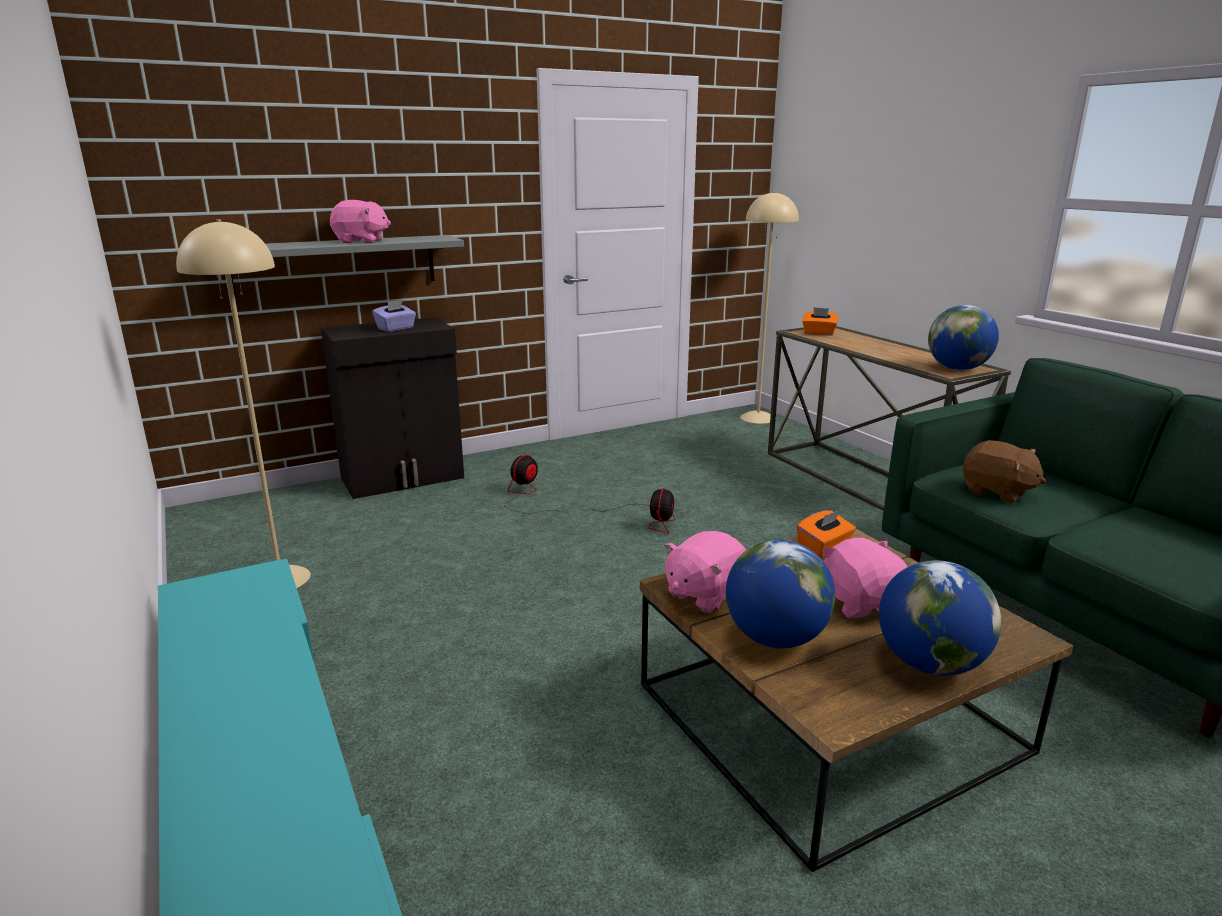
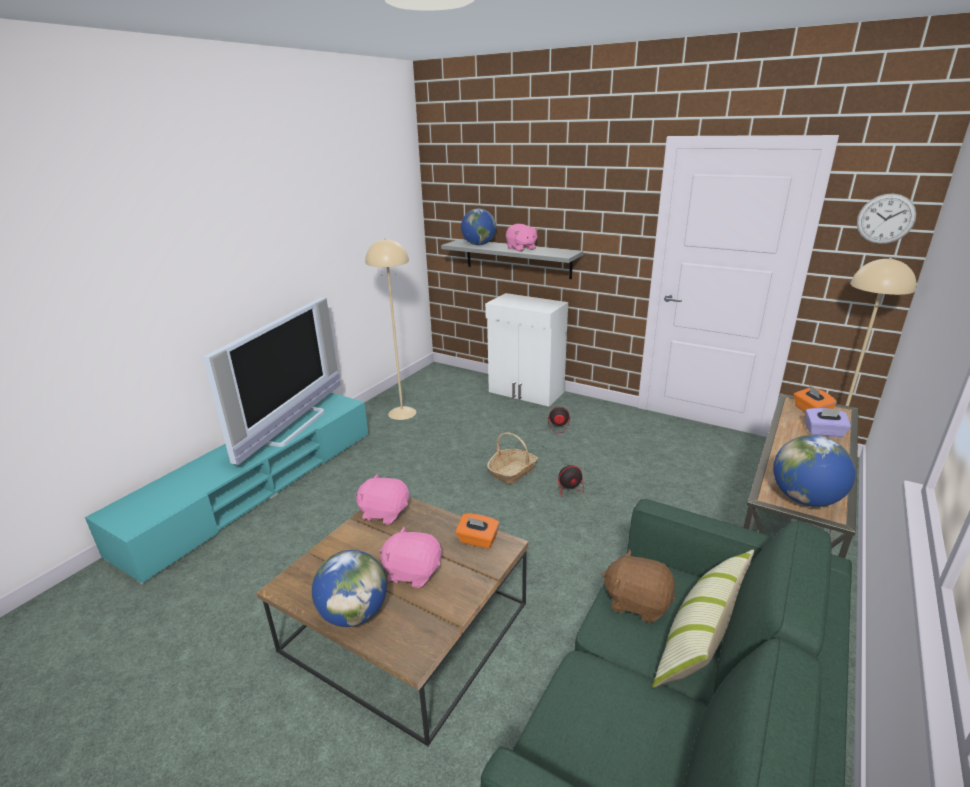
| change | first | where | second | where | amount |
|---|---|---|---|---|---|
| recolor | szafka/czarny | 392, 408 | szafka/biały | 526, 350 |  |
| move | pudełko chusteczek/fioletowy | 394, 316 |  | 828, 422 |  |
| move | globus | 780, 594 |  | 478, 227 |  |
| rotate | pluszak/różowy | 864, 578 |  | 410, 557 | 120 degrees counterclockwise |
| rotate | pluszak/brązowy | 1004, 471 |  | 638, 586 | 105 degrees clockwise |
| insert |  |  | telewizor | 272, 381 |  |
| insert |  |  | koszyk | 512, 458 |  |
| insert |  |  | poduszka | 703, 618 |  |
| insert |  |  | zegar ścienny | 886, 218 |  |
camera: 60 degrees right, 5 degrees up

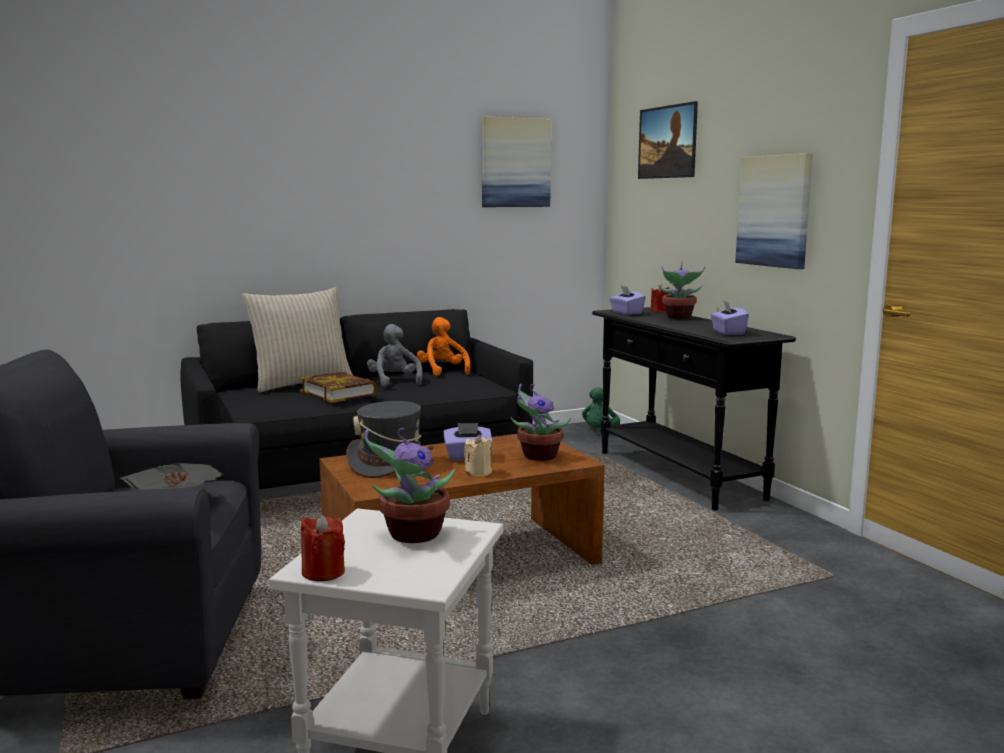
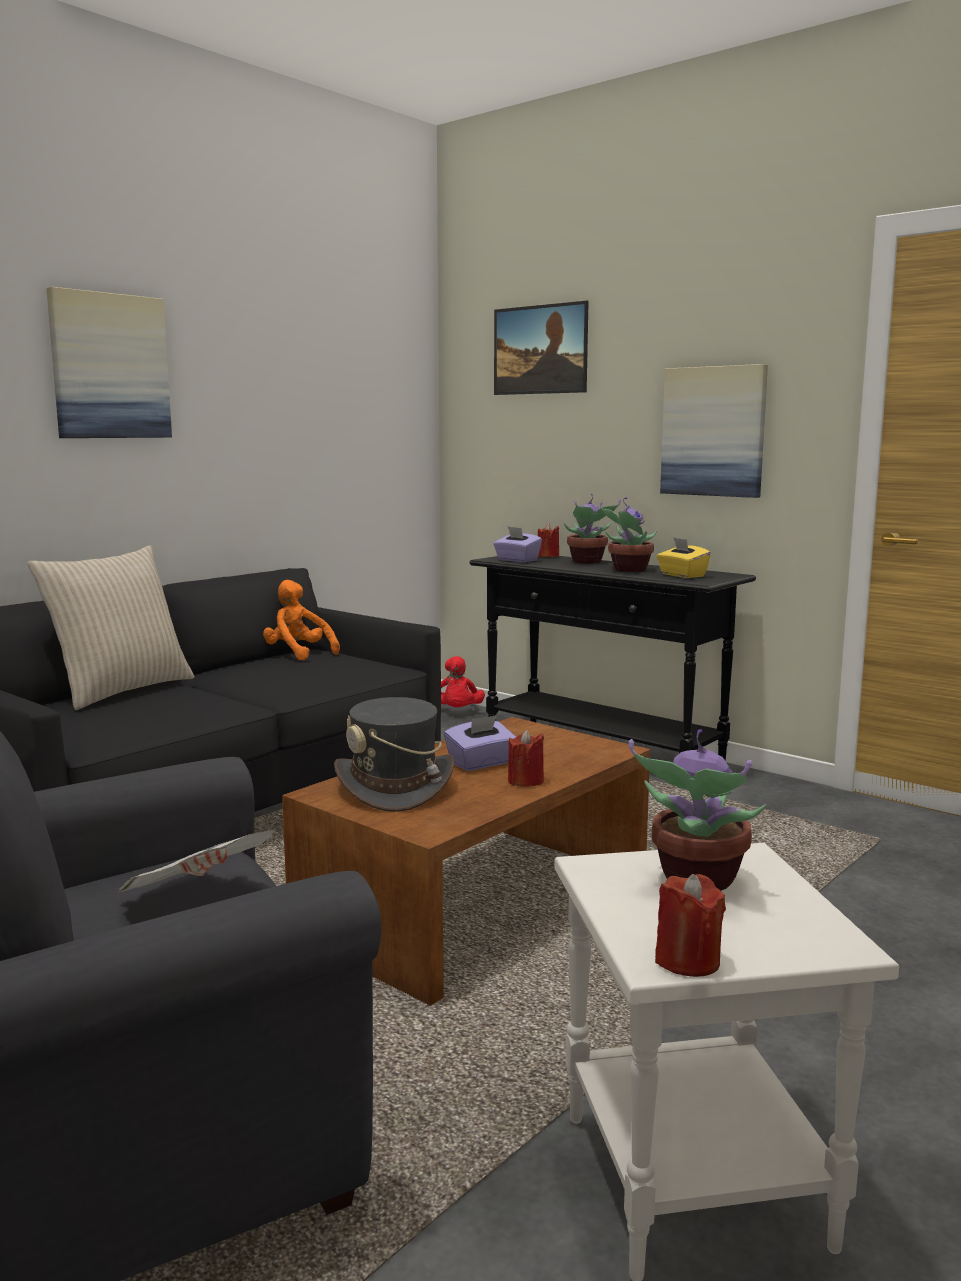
| change | first | where | second | where | amount |
|---|---|---|---|---|---|
| delete | książka | 338, 387 |  |  |  |
| delete | pluszak/szary | 395, 355 |  |  |  |
| recolor | świeca/beżowy | 478, 455 | świeca/czerwony | 526, 758 |  |
| move | obraz | 516, 161 |  | 109, 362 |  |
| move | roślina doniczkowa | 541, 422 |  | 628, 534 |  |
| recolor | pluszak/zielony | 601, 407 | pluszak/czerwony | 463, 681 |  |
| recolor | pudełko chusteczek/fioletowy | 729, 317 | pudełko chusteczek/żółty | 684, 557 |  |
camera: 25 degrees left, 0 degrees up

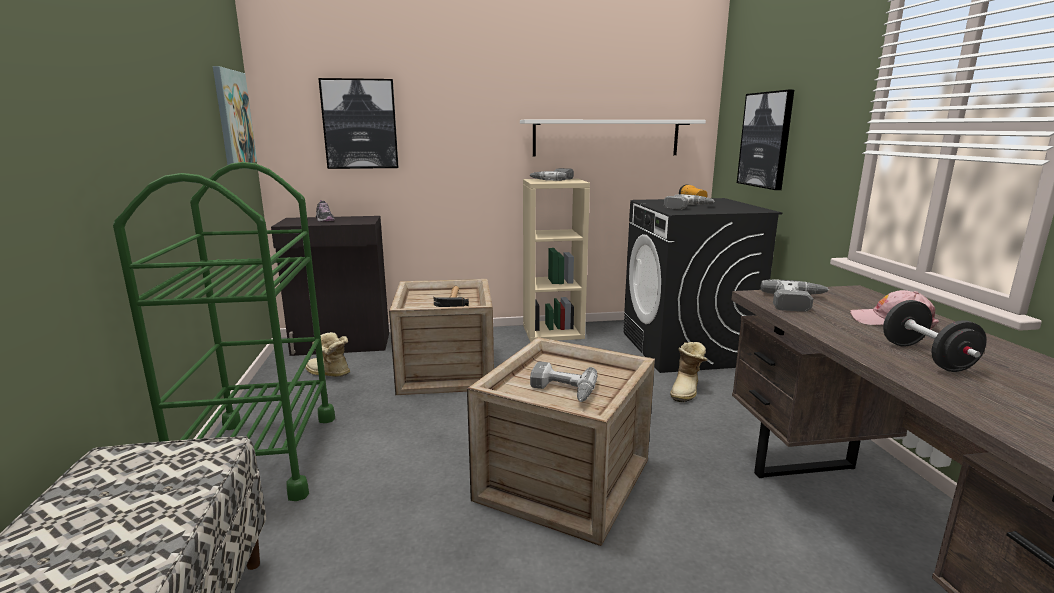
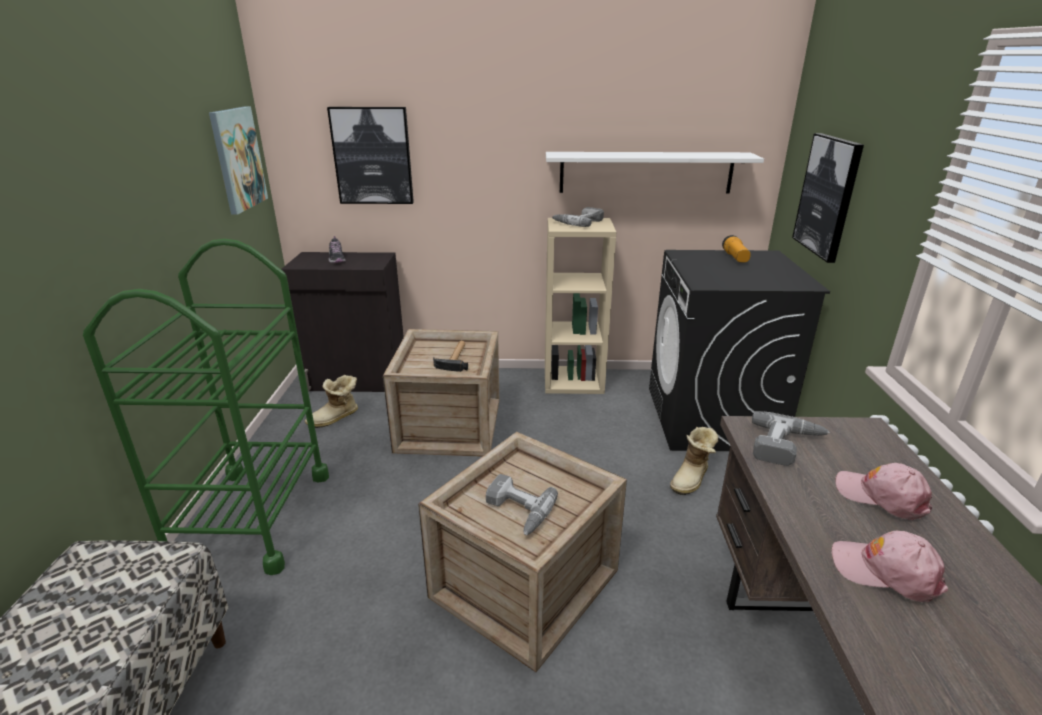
| change | first | where | second | where | amount |
|---|---|---|---|---|---|
| rotate | but z cholewką | 327, 354 |  | 331, 401 | 75 degrees counterclockwise |
| delete | wiertarka | 689, 201 |  |  |  |
| replace | hantel/czarny | 935, 336 | czapka z daszkiem/różowy | 889, 566 |  |
camera: 10 degrees right, 10 degrees up

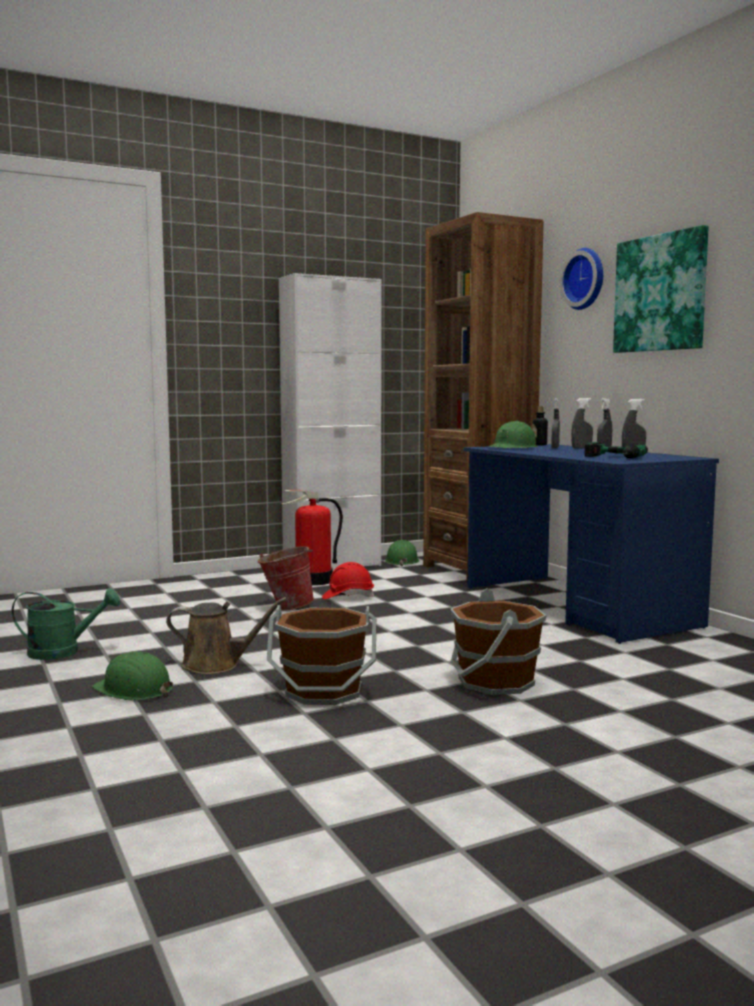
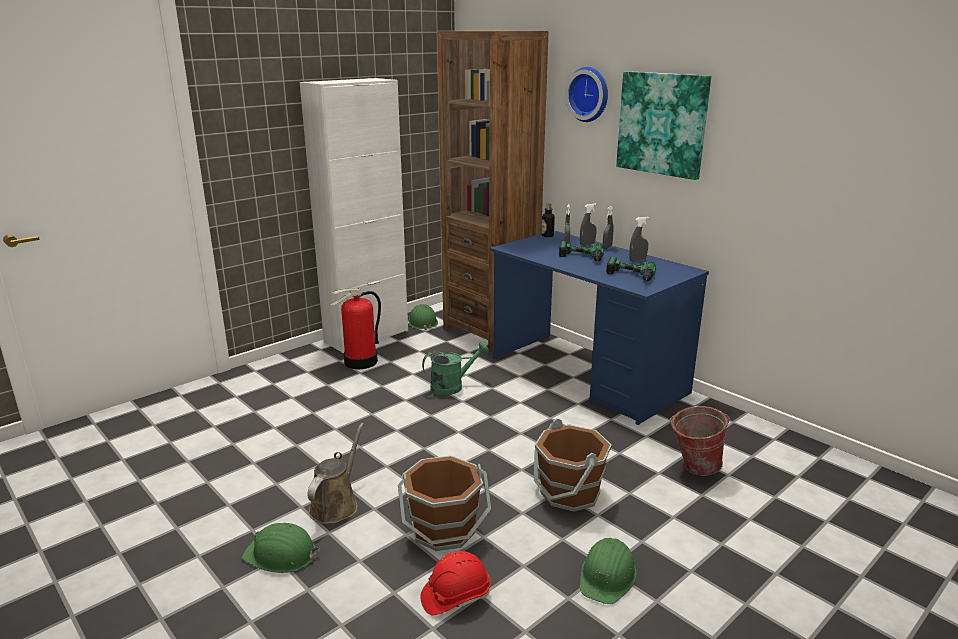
| change | first | where | second | where | amount |
|---|---|---|---|---|---|
| move | konewka/zielony | 66, 624 |  | 455, 368 |  |
| rotate | konewka/brązowy | 226, 635 |  | 336, 473 | 60 degrees counterclockwise |
| move | wiadro | 286, 578 |  | 699, 441 |  |
| move | kask/czerwony | 348, 580 |  | 455, 583 |  |
| move | kask/zielony | 513, 434 |  | 608, 571 |  |
| insert |  |  | wiertarka | 581, 252 |  |
camera: 15 degrees left, 15 degrees up

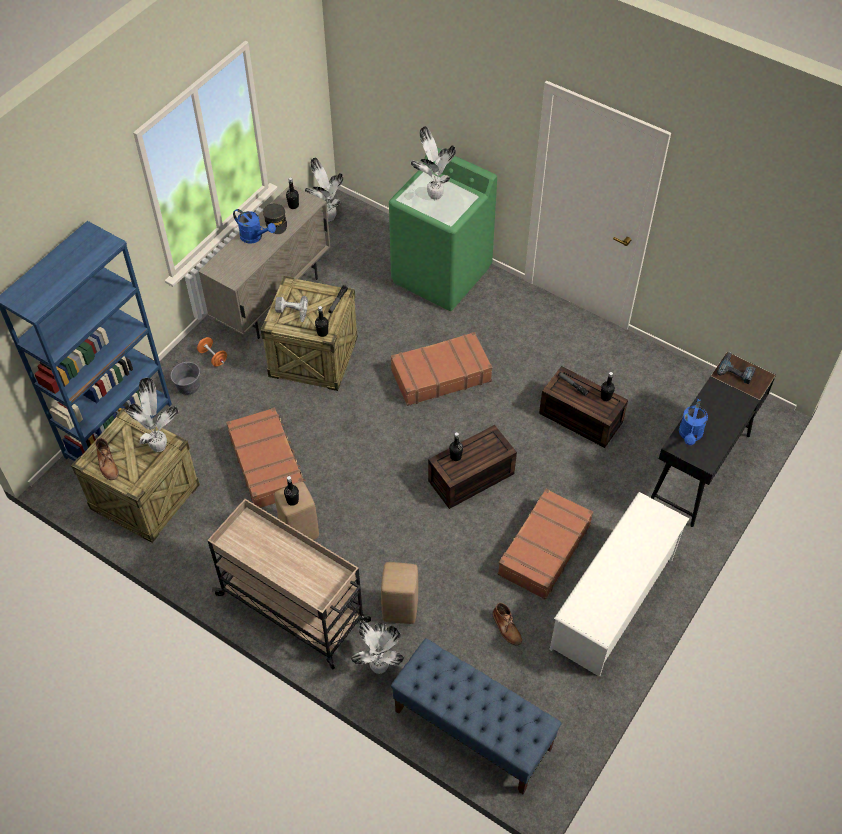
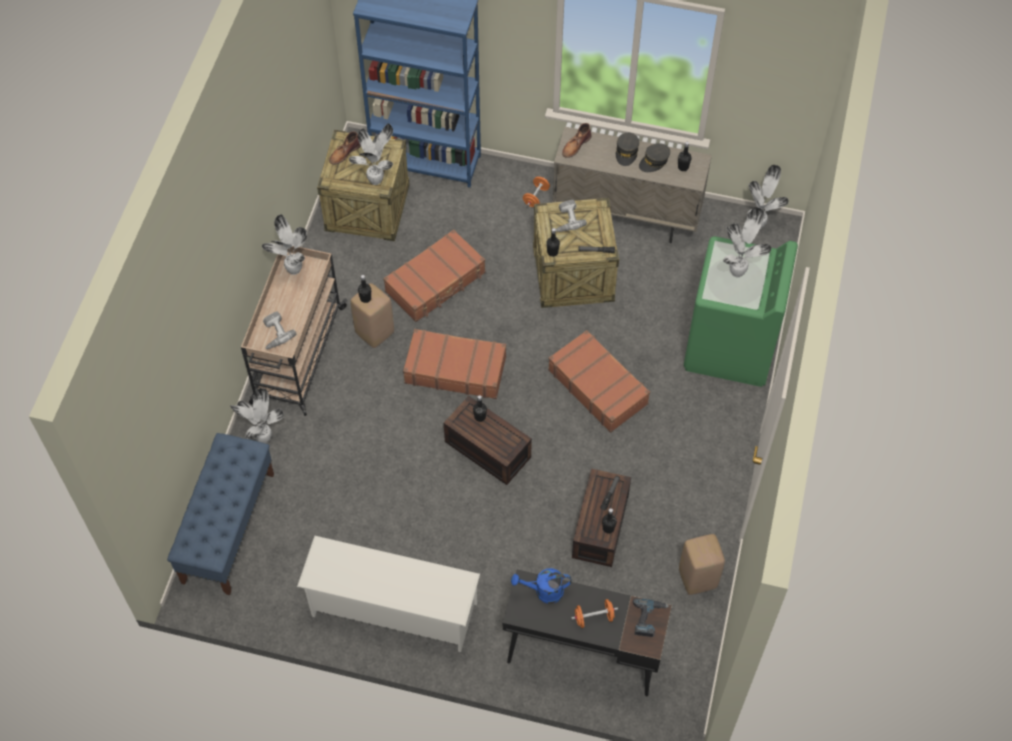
| change | first | where | second | where | amount |
|---|---|---|---|---|---|
| delete | wiadro/szary | 185, 378 |  |  |  |
| replace | konewka/niebieski | 254, 226 | czapka z daszkiem/szary | 627, 149 |  |
| move | stołek/beżowy | 399, 593 |  | 702, 564 |  |
| move | but z cholewką/brązowy | 507, 624 |  | 576, 140 |  |
| move | walizka/brązowy | 545, 544 |  | 454, 364 |  |
| insert |  |  | roślina doniczkowa | 284, 244 |  |
| insert |  |  | wiertarka | 279, 330 |  |
| insert |  |  | hantel/pomarańczowy | 594, 613 |  |
camera: 70 degrees right, 5 degrees up

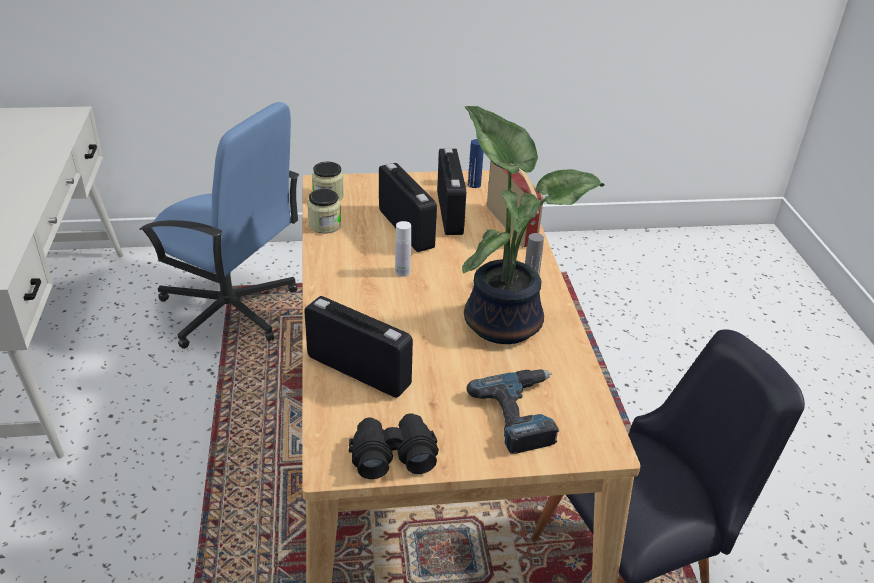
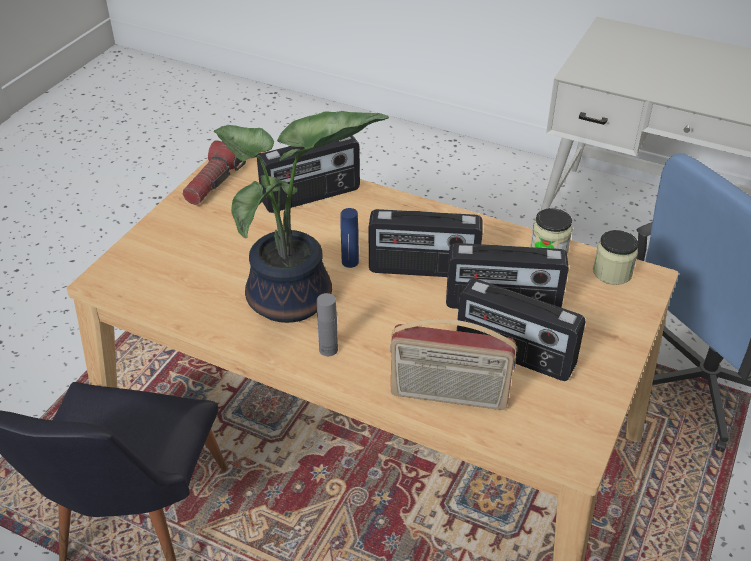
| change | first | where | second | where | amount |
|---|---|---|---|---|---|
| replace | lornetka/czarny | 394, 446 | latarka | 214, 172 |  |
| replace | butelka/biały | 403, 249 | radio | 426, 243 |  |
| delete | wiertarka | 513, 411 |  |  |  |
| move | butelka/niebieski | 475, 163 |  | 350, 238 |  |
camera: 125 degrees right, 5 degrees up

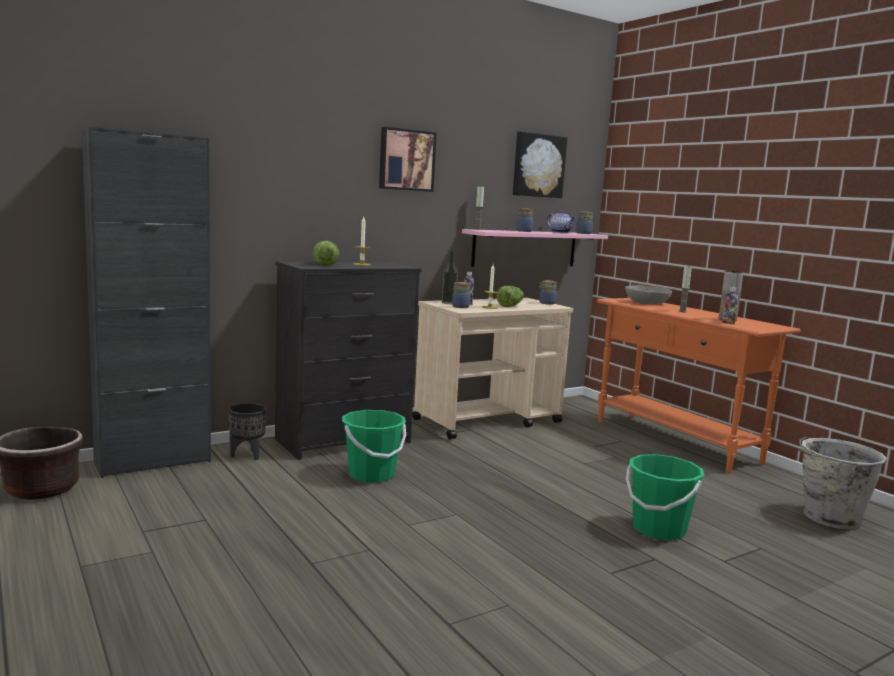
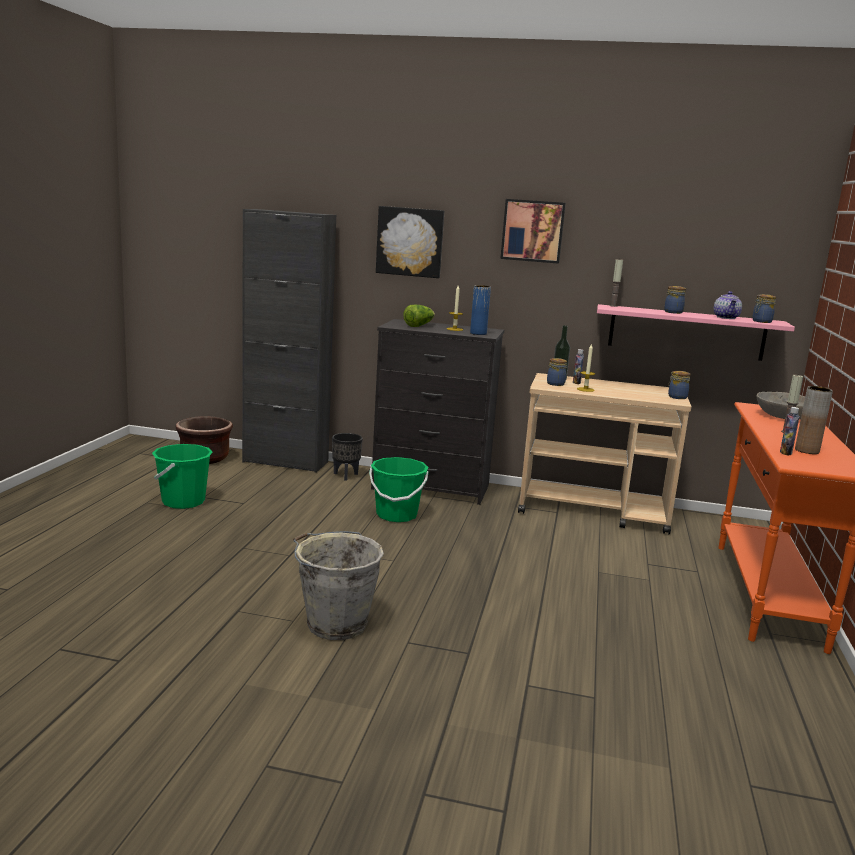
| change | first | where | second | where | amount |
|---|---|---|---|---|---|
| delete | sałata | 510, 296 |  |  |  |
| move | obraz | 540, 164 |  | 410, 242 |  |
| move | wiadro/zielony | 665, 497 |  | 182, 476 |  |
| move | wiadro/szary | 842, 483 |  | 338, 585 |  |
| insert |  |  | wazon/niebieski | 480, 310 |  |
camera: 45 degrees right, 5 degrees up

